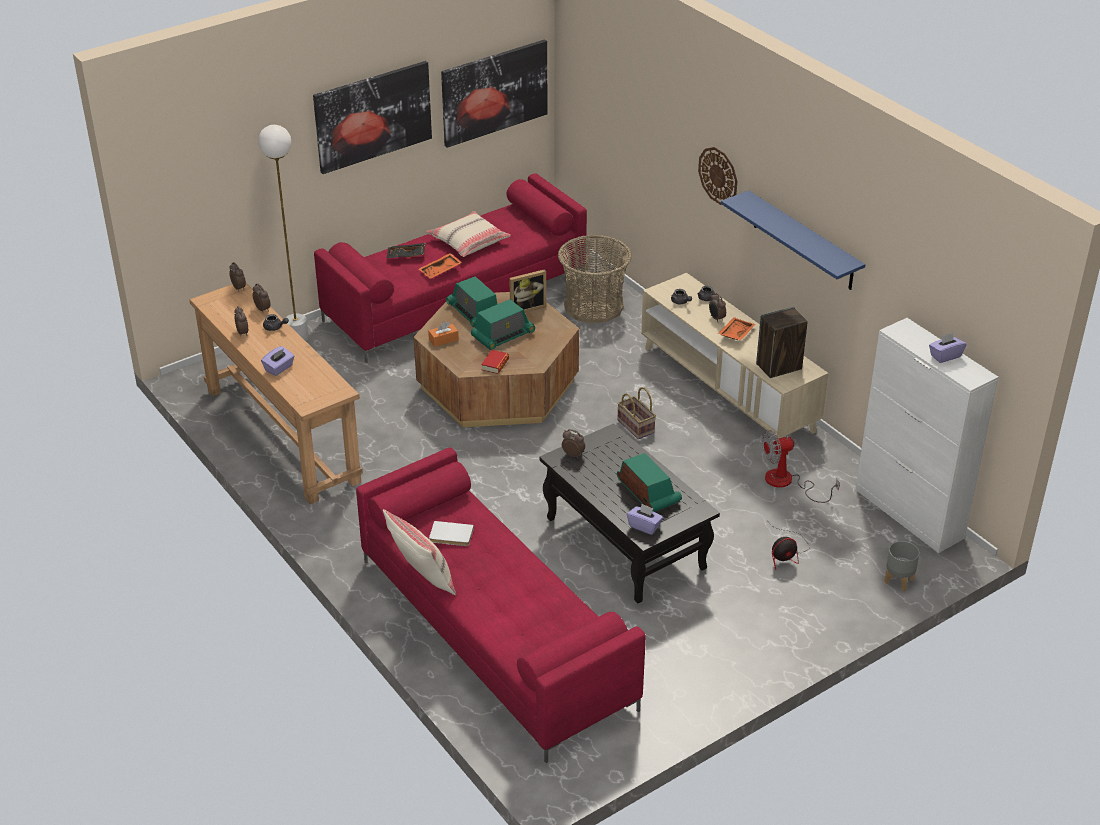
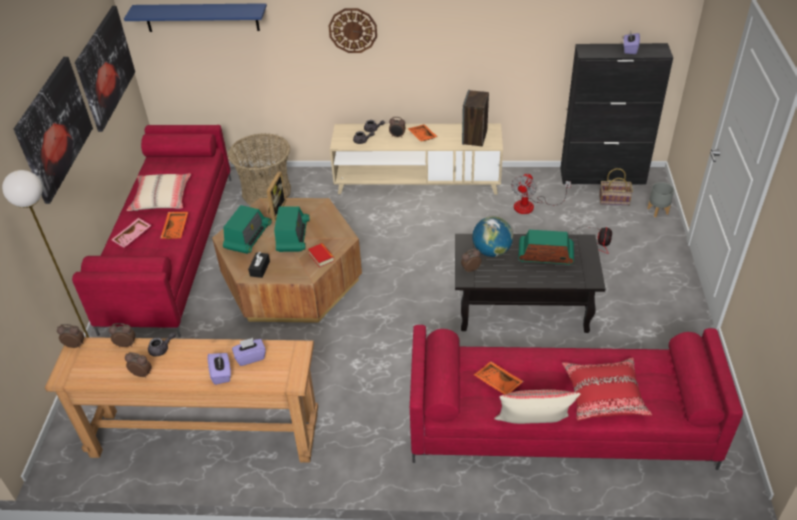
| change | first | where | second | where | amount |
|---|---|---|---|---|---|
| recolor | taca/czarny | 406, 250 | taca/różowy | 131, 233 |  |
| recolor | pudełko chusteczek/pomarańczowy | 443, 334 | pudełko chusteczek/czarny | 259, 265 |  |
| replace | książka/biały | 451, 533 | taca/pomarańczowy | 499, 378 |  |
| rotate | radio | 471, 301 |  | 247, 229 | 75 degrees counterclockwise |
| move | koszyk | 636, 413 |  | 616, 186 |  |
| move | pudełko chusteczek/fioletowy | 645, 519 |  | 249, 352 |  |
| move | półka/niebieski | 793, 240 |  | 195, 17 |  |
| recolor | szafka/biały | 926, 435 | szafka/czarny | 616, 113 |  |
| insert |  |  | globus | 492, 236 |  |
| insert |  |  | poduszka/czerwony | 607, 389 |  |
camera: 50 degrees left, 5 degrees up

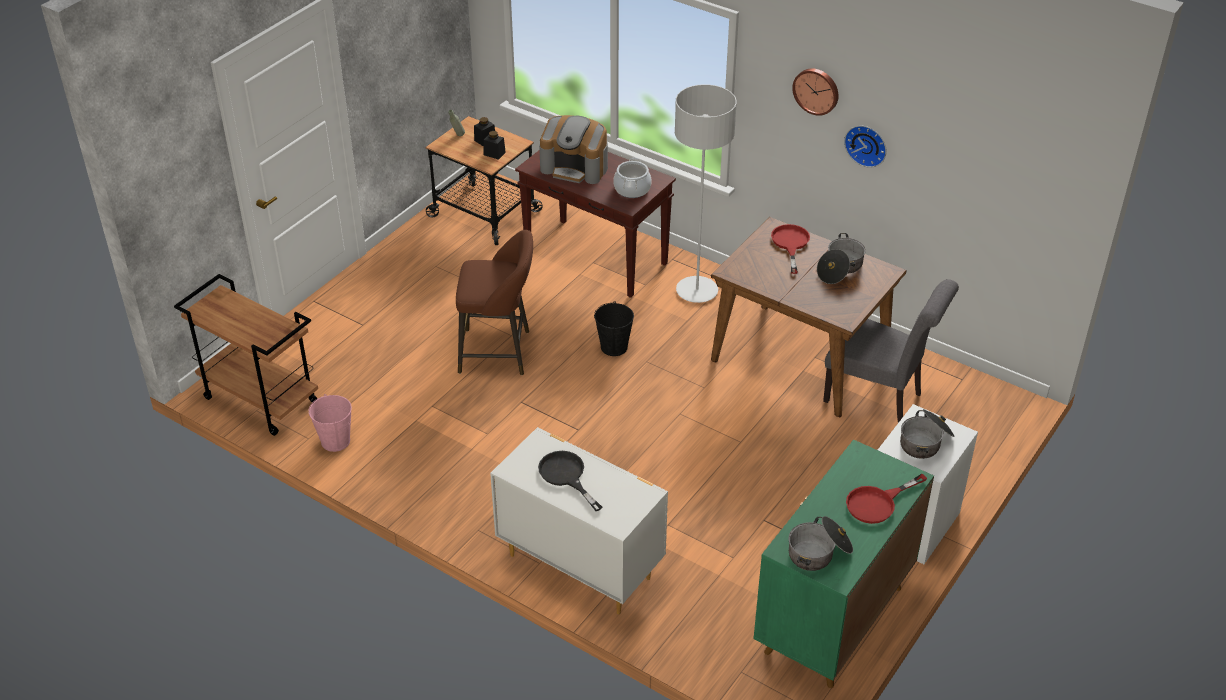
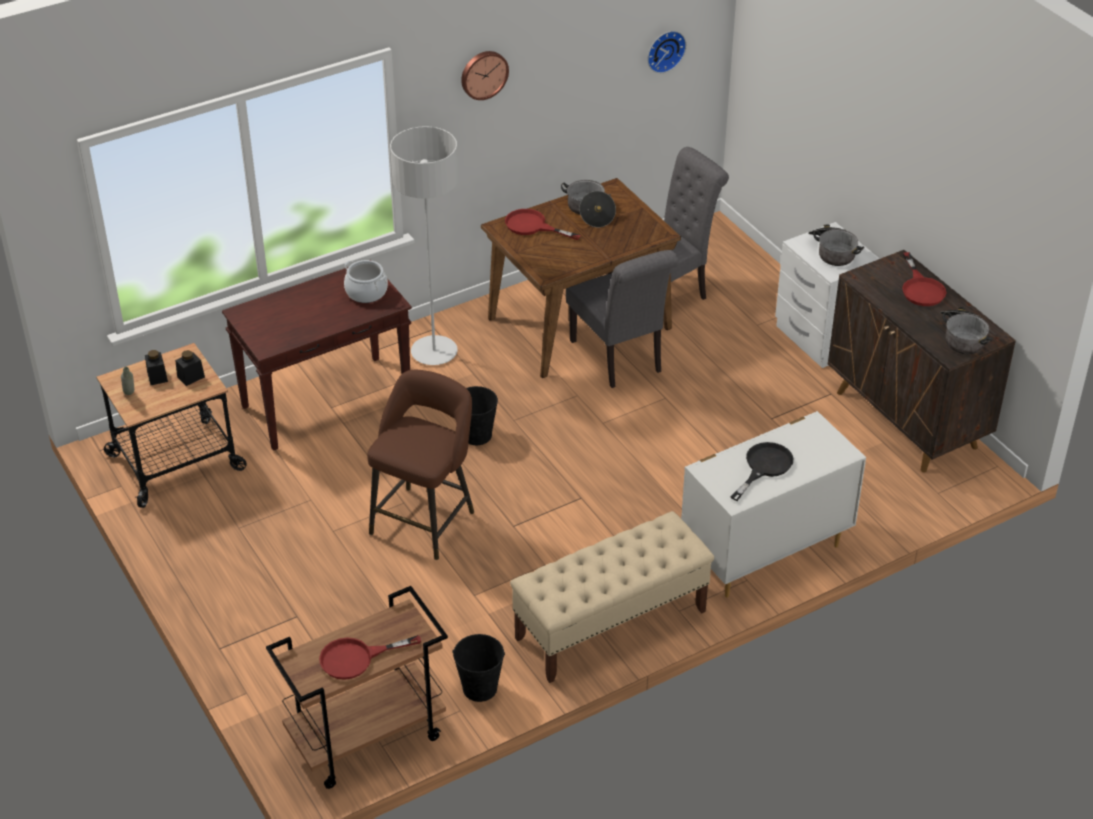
| change | first | where | second | where | amount |
|---|---|---|---|---|---|
| recolor | wiadro/różowy | 330, 423 | wiadro/czarny | 478, 668 |  |
| rotate | patelnia/czarny | 570, 481 |  | 762, 471 | 135 degrees clockwise |
| delete | ekspres do kawy | 573, 149 |  |  |  |
| recolor | szafka/zielony | 843, 564 | szafka/brązowy | 922, 361 |  |
| move | zegar ścienny | 865, 147 |  | 667, 52 |  |
| insert |  |  | patelnia/czerwony | 370, 657 |  |
| insert |  |  | ławka/beżowy | 612, 597 |  |
| insert |  |  | krzesło/szary | 622, 319 |  |
camera: 65 degrees left, 0 degrees up

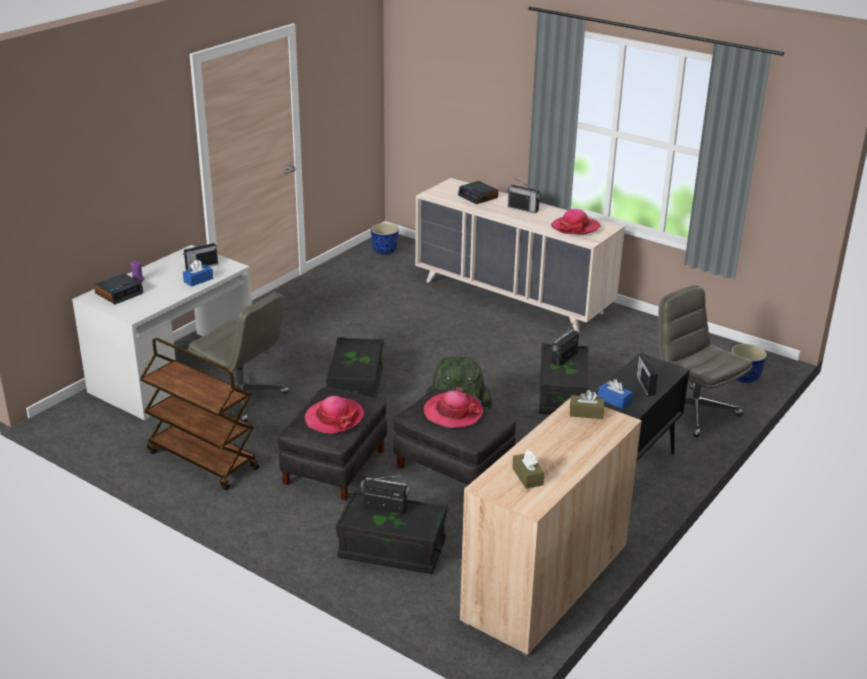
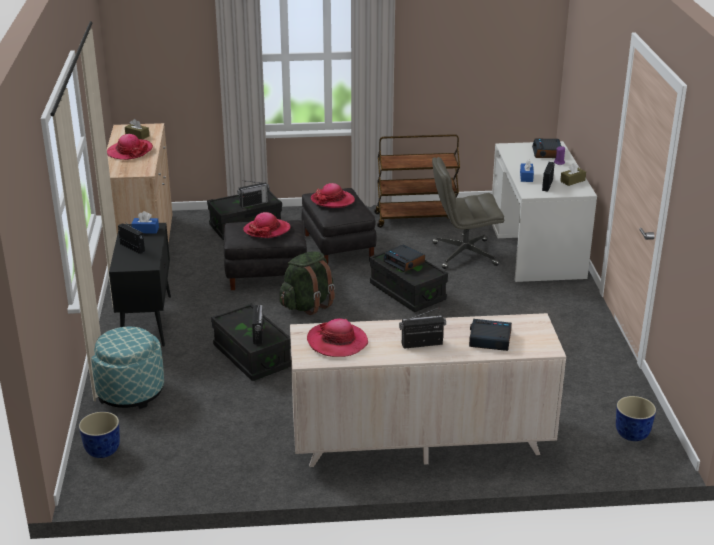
| change | first | where | second | where | amount |
|---|---|---|---|---|---|
| move | pudełko chusteczek/brązowy | 587, 404 |  | 573, 174 |  |
| replace | krzesło biurowe/szary | 705, 361 | pufa | 127, 368 |  |
| insert |  |  | kapelusz | 130, 147 |  |
| insert |  |  | budzik | 404, 258 |  |
camera: 140 degrees right, 0 degrees up

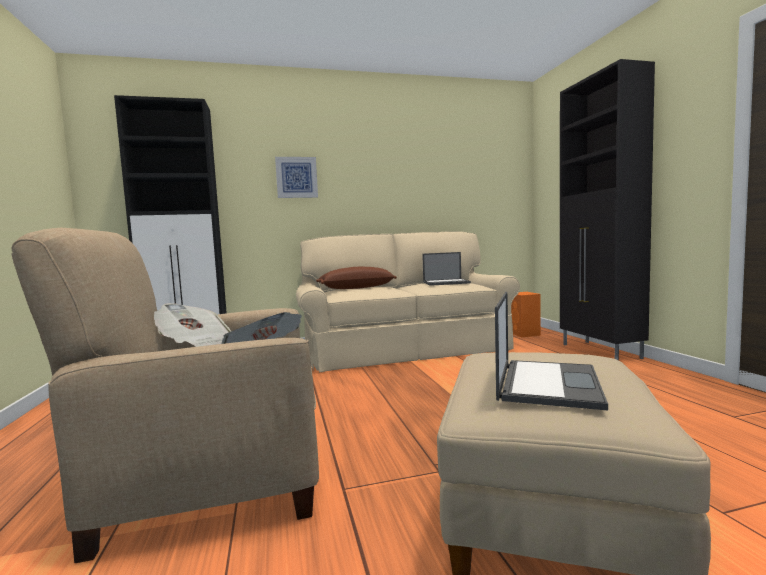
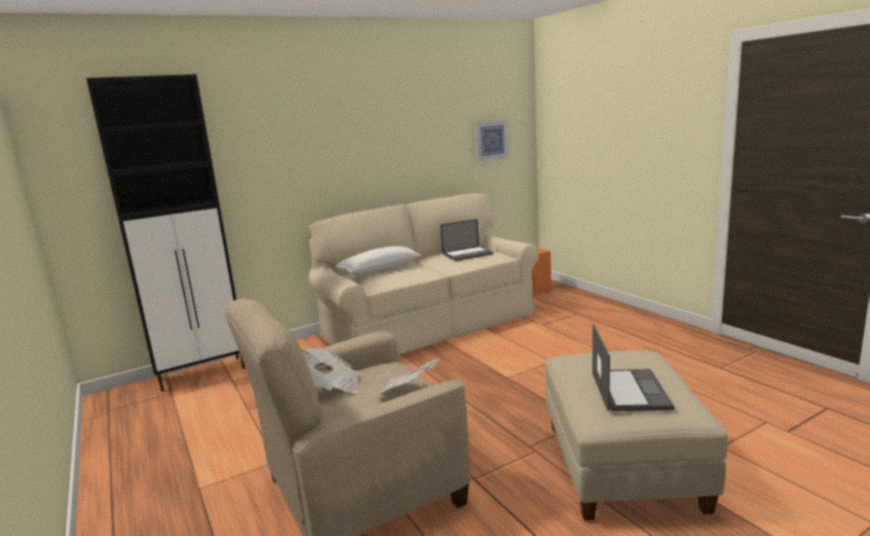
| change | first | where | second | where | amount |
|---|---|---|---|---|---|
| move | obraz | 296, 177 |  | 492, 140 |  |
| recolor | poduszka/brązowy | 356, 278 | poduszka/biały | 378, 261 |  |
| delete | szafka/czarny | 607, 209 |  |  |  |
camera: 15 degrees left, 10 degrees up

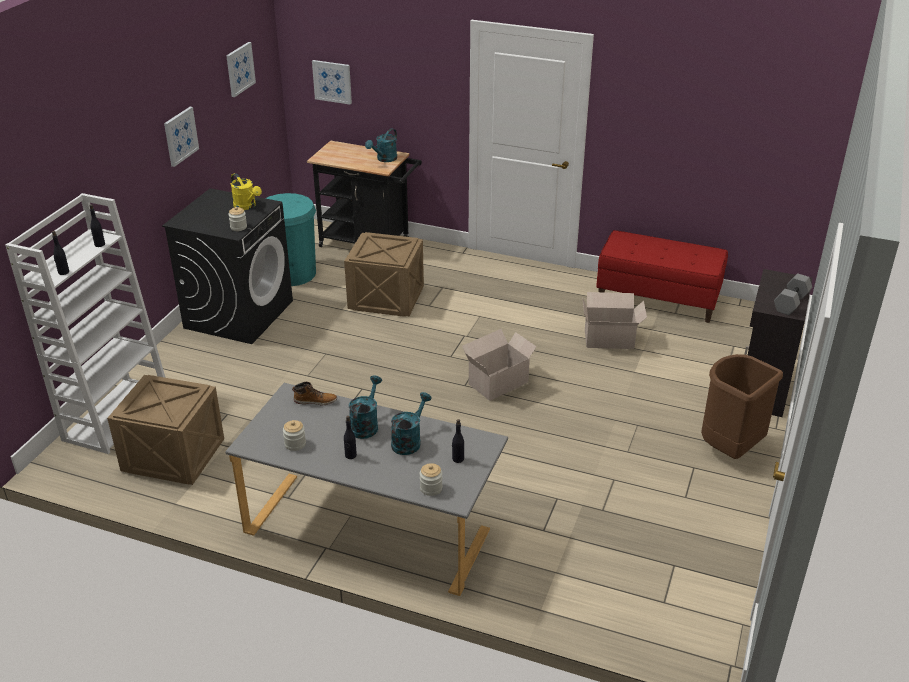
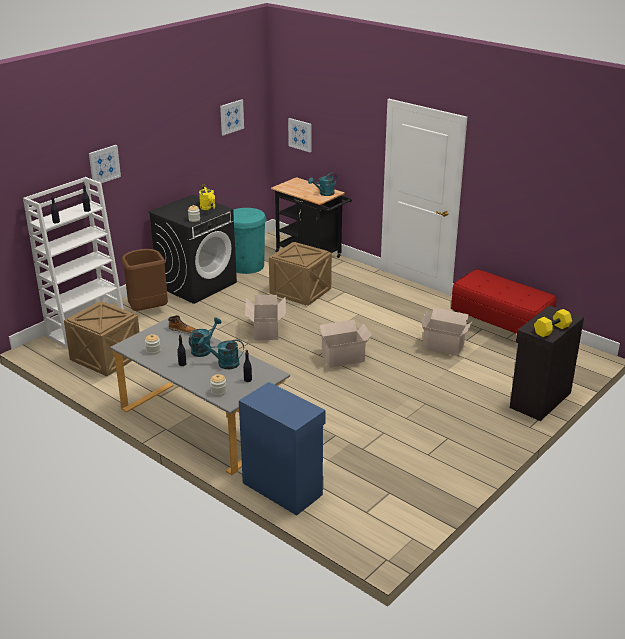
| change | first | where | second | where | amount |
|---|---|---|---|---|---|
| move | obraz | 181, 137 |  | 105, 164 |  |
| rotate | konewka/turkusowy | 411, 423 |  | 221, 353 | 135 degrees counterclockwise |
| move | kosz na śmieci/brązowy | 742, 406 |  | 145, 280 |  |
| recolor | hantel/szary | 793, 294 | hantel/żółty | 553, 323 |  |
| insert |  |  | szafka/niebieski | 282, 448 |  |
| insert |  |  | karton | 265, 317 |  |
camera: 20 degrees right, 5 degrees down

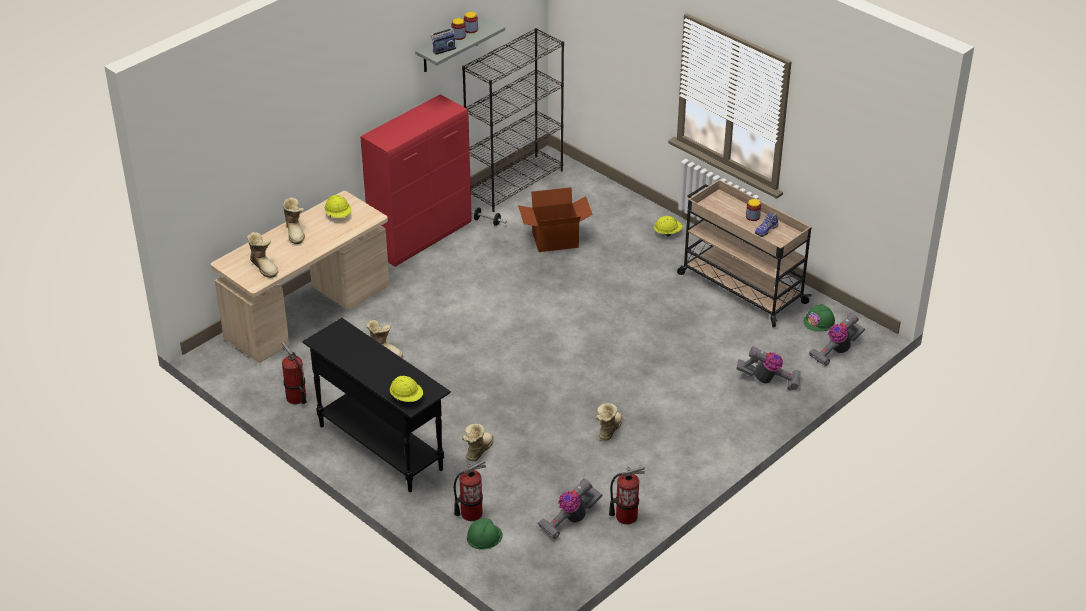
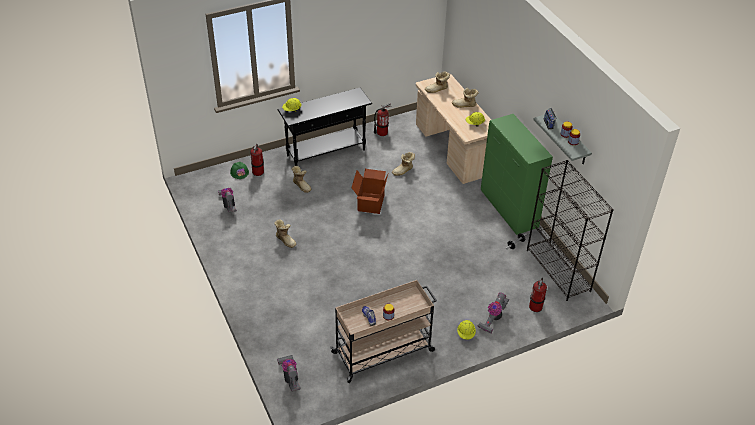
| change | first | where | second | where | amount |
|---|---|---|---|---|---|
| recolor | szafka/czerwony | 416, 180 | szafka/zielony | 517, 174 |  |
| move | karton | 555, 219 |  | 369, 191 |  |
| move | gaśnica | 627, 495 |  | 538, 295 |  |
| move | odkurzacz | 768, 368 |  | 493, 313 |  |
| delete | kask/zielony | 819, 318 |  |  |  |
camera: 110 degrees right, 5 degrees up

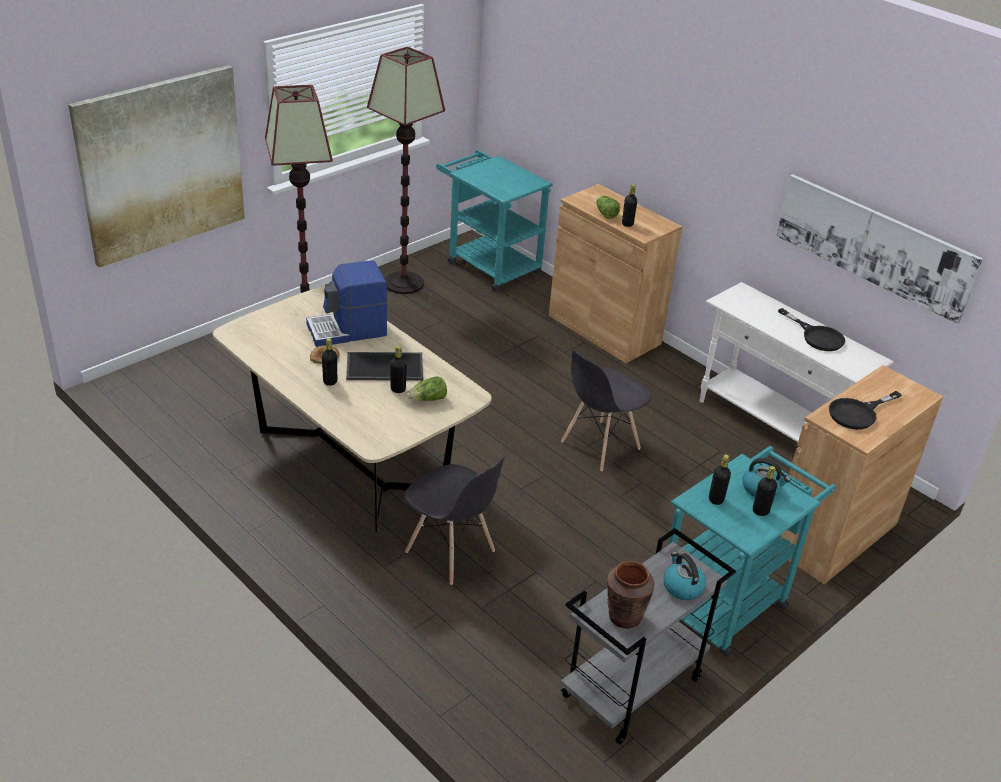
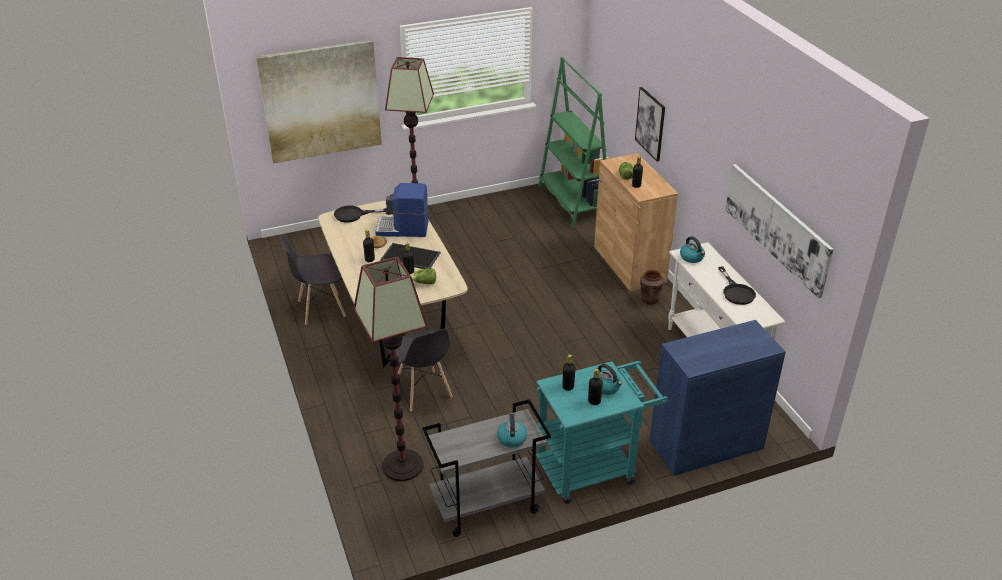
| change | first | where | second | where | amount |
|---|---|---|---|---|---|
| move | lampa stojąca | 406, 170 |  | 391, 369 |  |
| replace | wózek/turkusowy | 494, 220 | regał/zielony | 574, 142 |  |
| move | krzesło/szary | 606, 410 |  | 312, 280 |  |
| move | wazon/brązowy | 631, 595 |  | 652, 287 |  |
| recolor | szafka/brązowy | 856, 474 | szafka/niebieski | 717, 398 |  |
| move | patelnia/czarny | 865, 410 |  | 360, 214 |  |
| insert |  |  | obraz | 650, 124 |  |
| insert |  |  | czajnik | 692, 249 |  |
camera: 25 degrees right, 0 degrees up

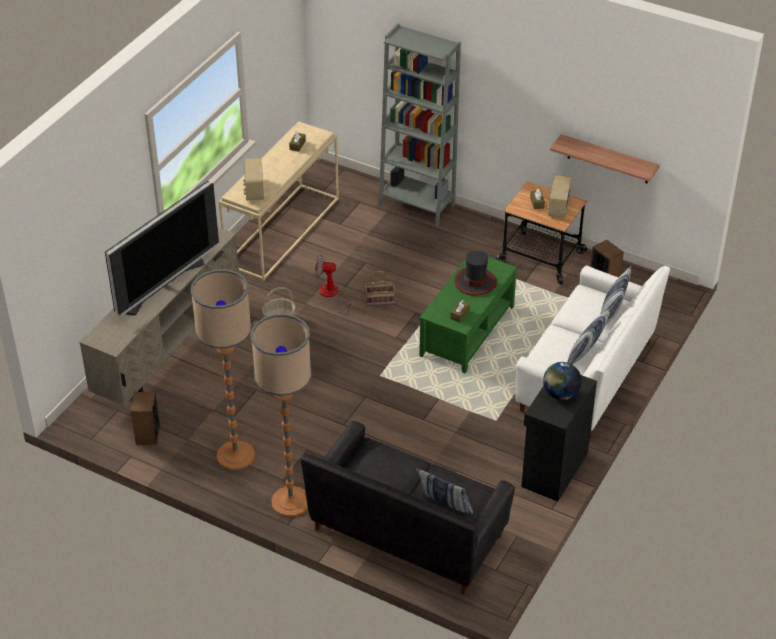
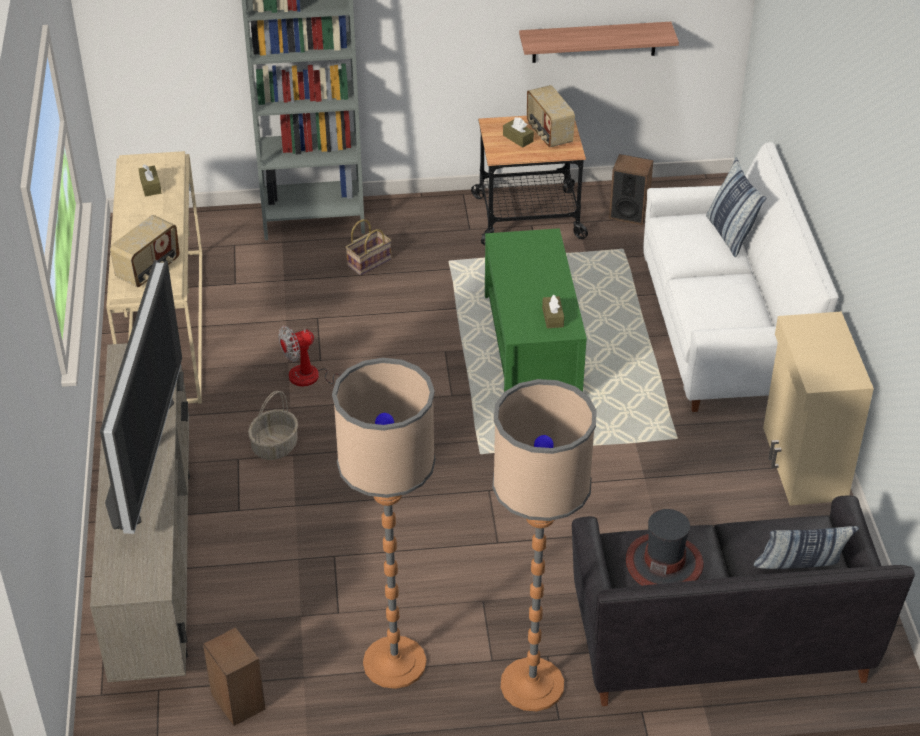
| change | first | where | second | where | amount |
|---|---|---|---|---|---|
| rotate | radio | 253, 179 |  | 145, 251 | 105 degrees counterclockwise |
| move | koszyk | 380, 288 |  | 369, 247 |  |
| move | kapelusz | 476, 273 |  | 665, 547 |  |
| recolor | szafka/czarny | 559, 438 | szafka/beżowy | 818, 409 |  |
| delete | globus | 562, 381 |  |  |  |
| delete | poduszka | 589, 336 |  |  |  |
camera: 35 degrees left, 0 degrees up

